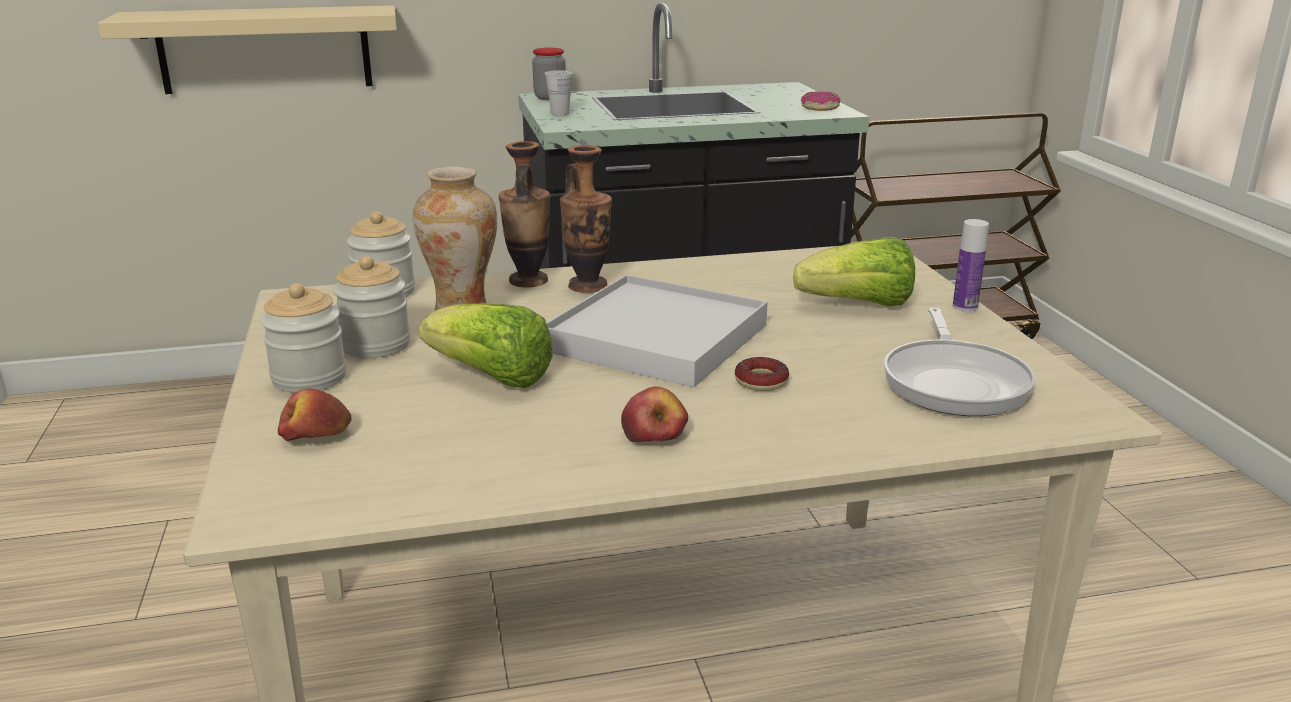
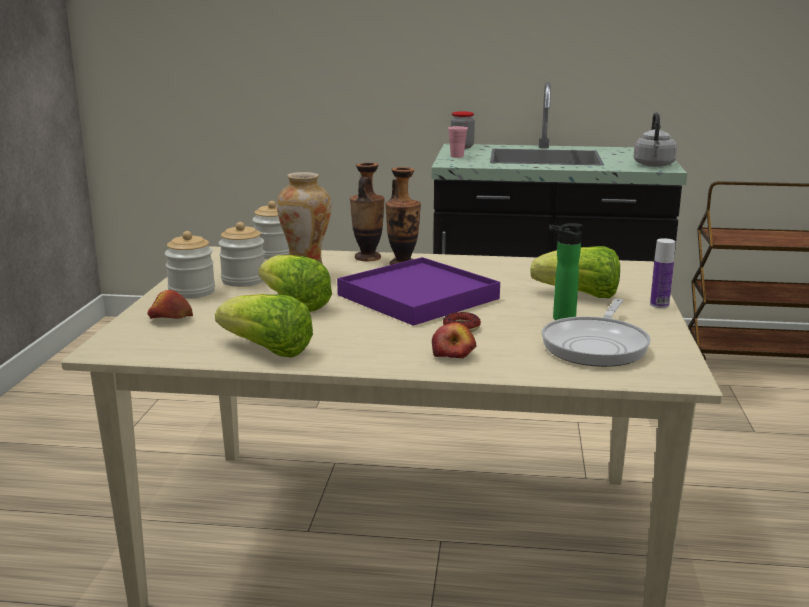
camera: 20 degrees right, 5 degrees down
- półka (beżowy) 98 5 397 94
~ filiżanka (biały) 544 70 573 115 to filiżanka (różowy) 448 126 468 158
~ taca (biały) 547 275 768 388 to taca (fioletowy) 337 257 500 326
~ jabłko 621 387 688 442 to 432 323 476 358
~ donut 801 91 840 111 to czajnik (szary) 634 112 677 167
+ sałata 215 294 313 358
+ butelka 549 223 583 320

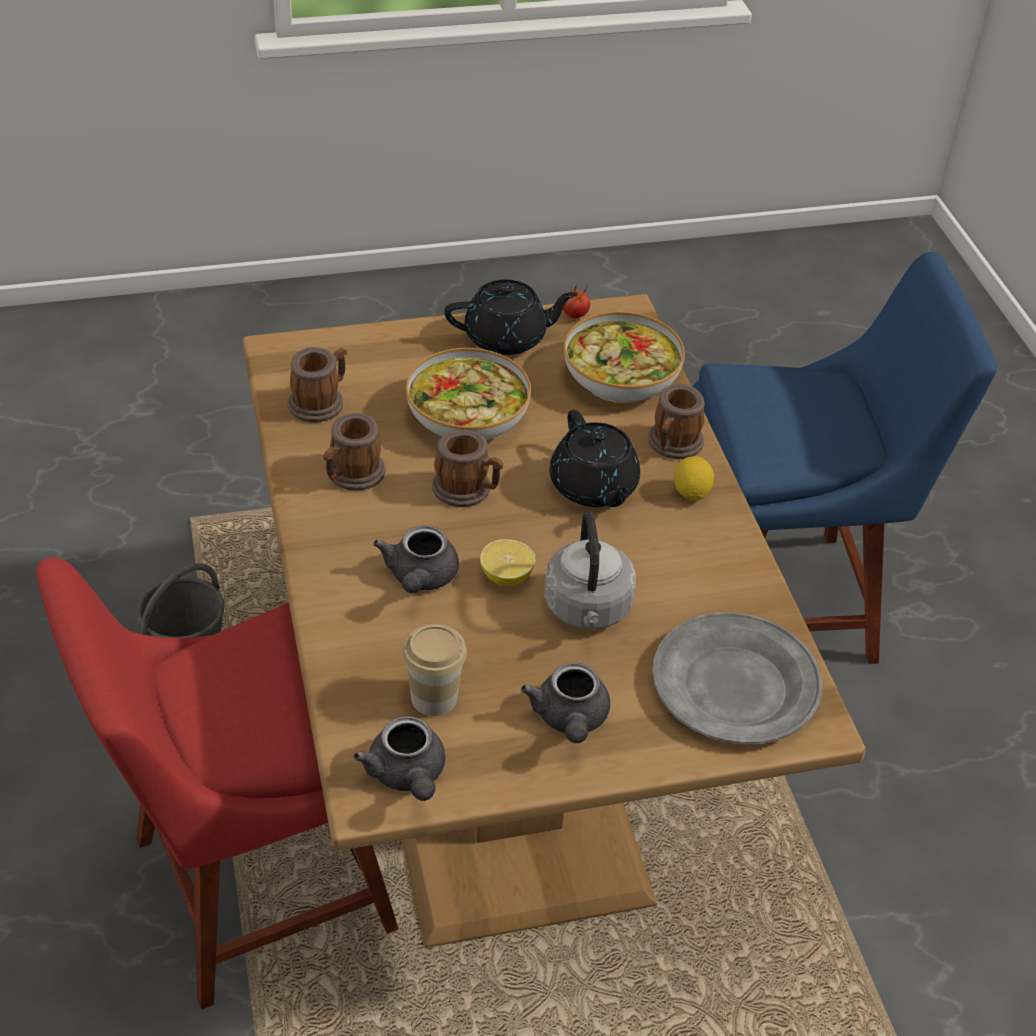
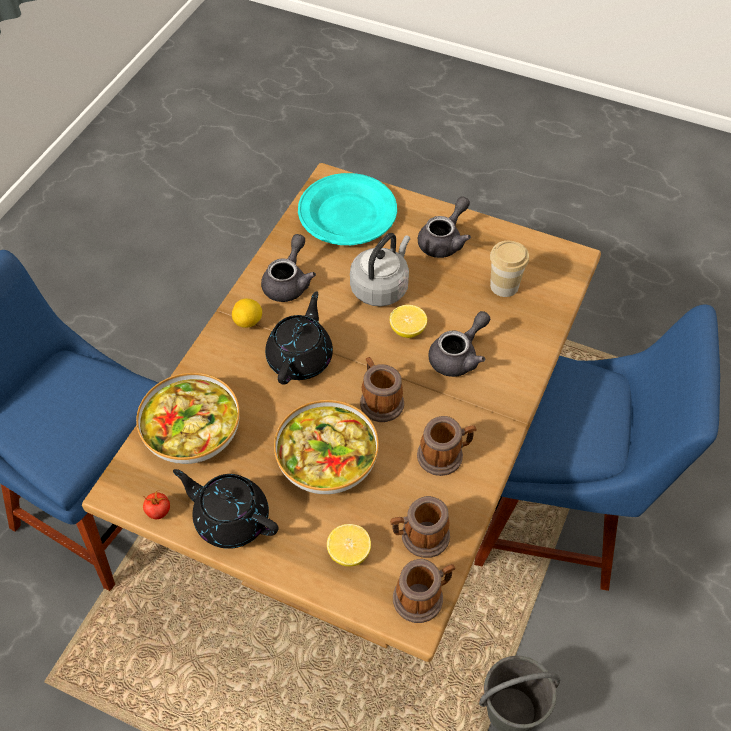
camera: 140 degrees left, 10 degrees up
~ krzesło (czerwony) 36 557 399 1010 to krzesło (niebieski) 474 304 720 591
~ imbryk (szary) 354 716 445 801 to 261 234 316 302
~ kubek 648 384 705 459 to 393 559 455 623
~ talerz (szary) 652 612 822 745 to talerz (turkusowy) 298 173 397 245
+ cytryna 327 524 371 566

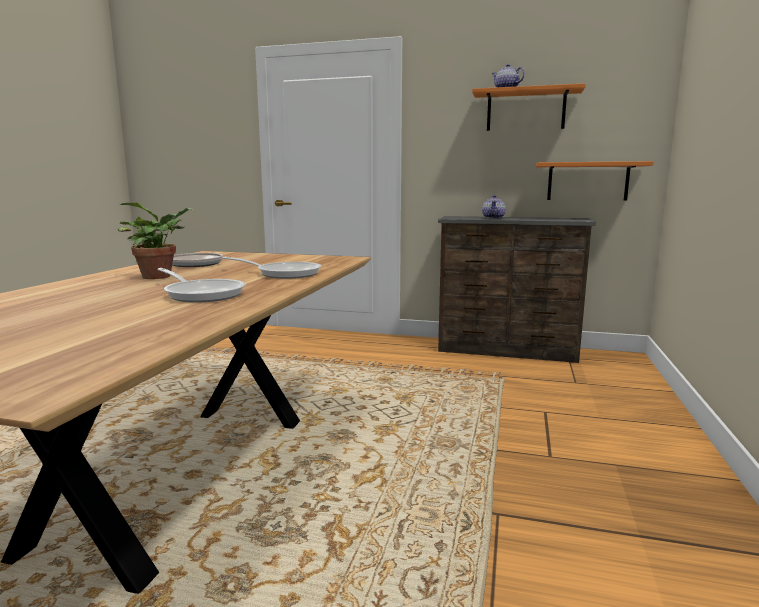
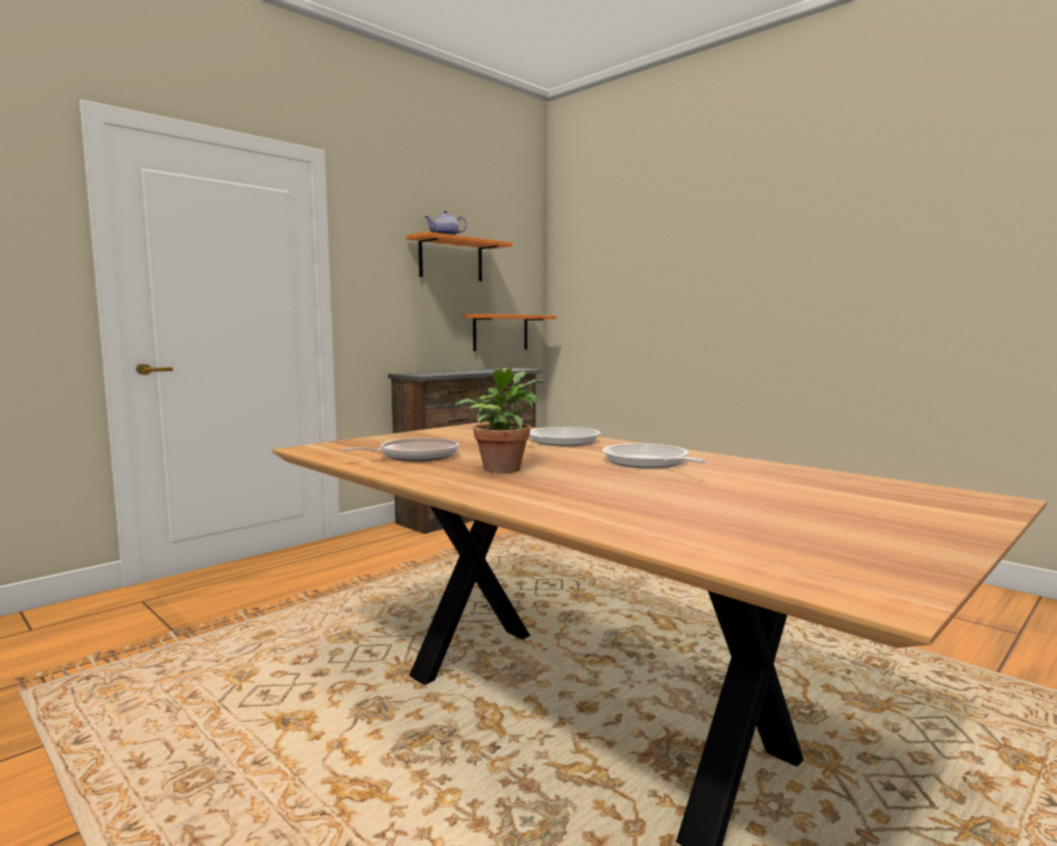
camera: 60 degrees left, 5 degrees down
~ patelnia 157 268 246 303 = 602 443 707 469 90 degrees counterclockwise
- imbryk 482 195 506 219

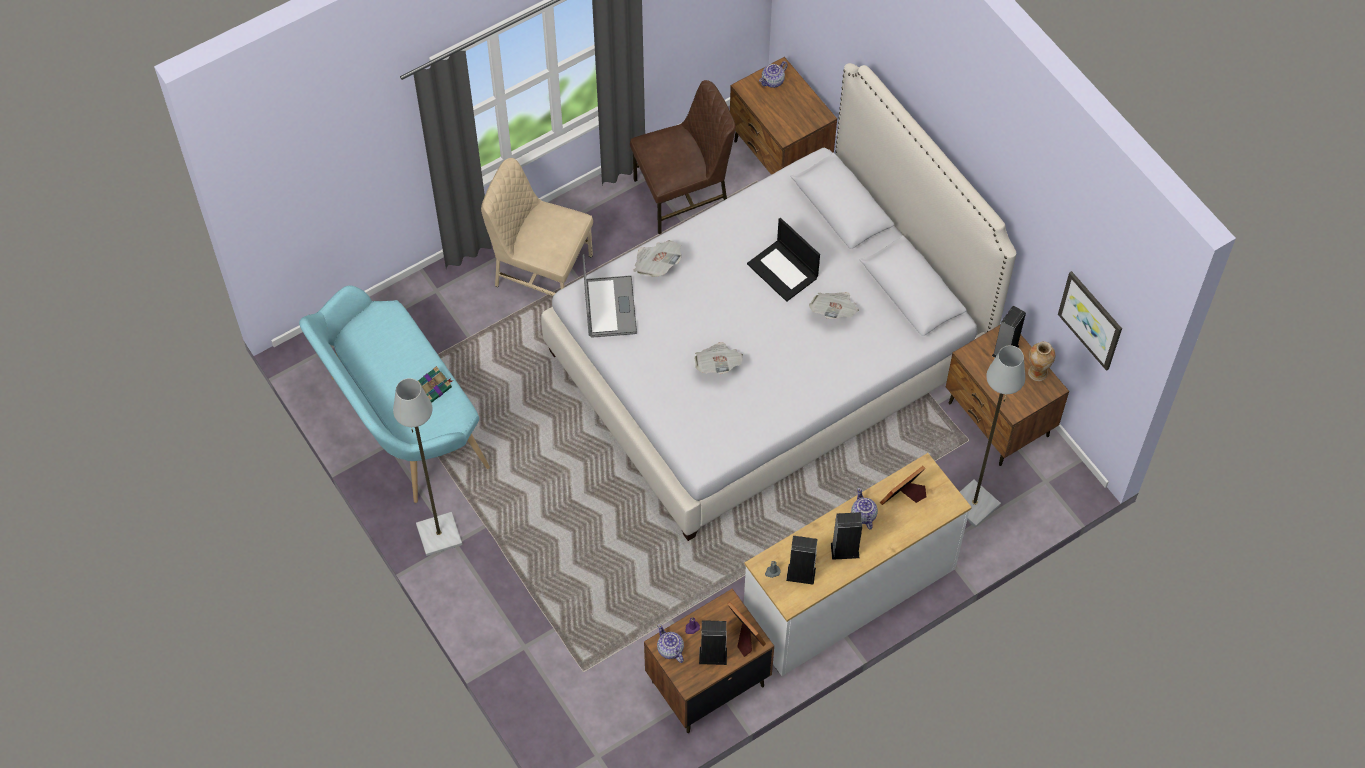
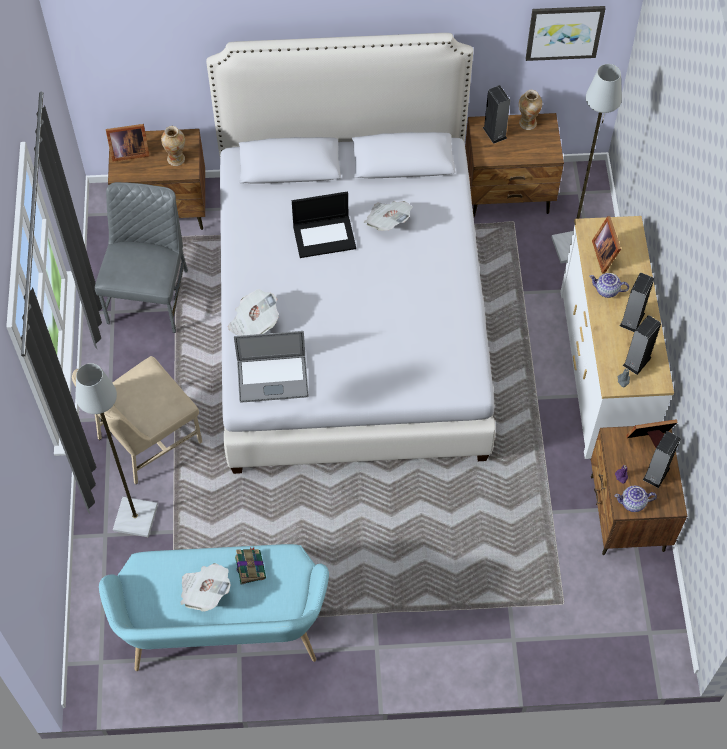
camera: 60 degrees left, 0 degrees up
~ lampa stojąca (szary) 393 378 462 556 to 76 363 158 537
~ laptop 582 254 637 338 = 234 331 309 403 150 degrees clockwise
~ krzesło (brązowy) 630 80 735 234 to krzesło (szary) 95 182 188 333
~ gazeta 694 342 743 374 to 180 563 231 612
~ imbryk 759 61 788 88 to ramka na zdjęcie 106 124 150 162
+ wazon 161 126 185 166

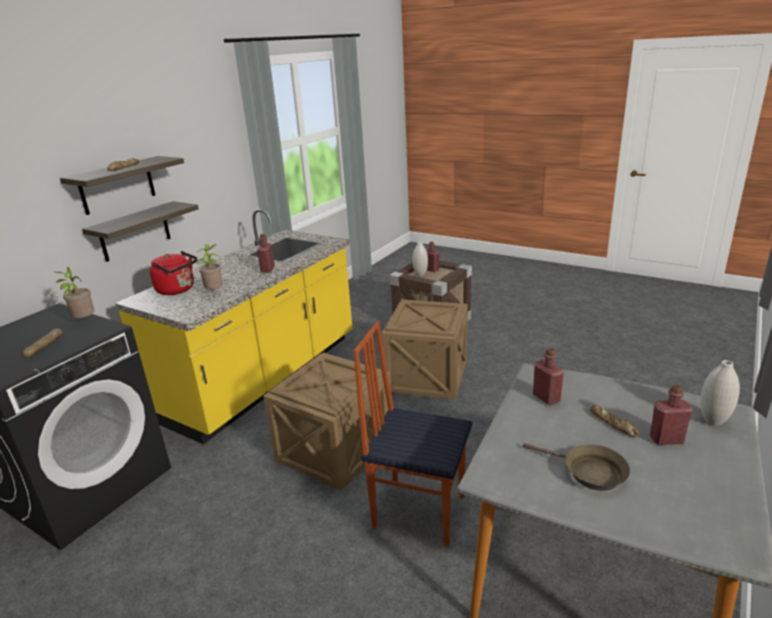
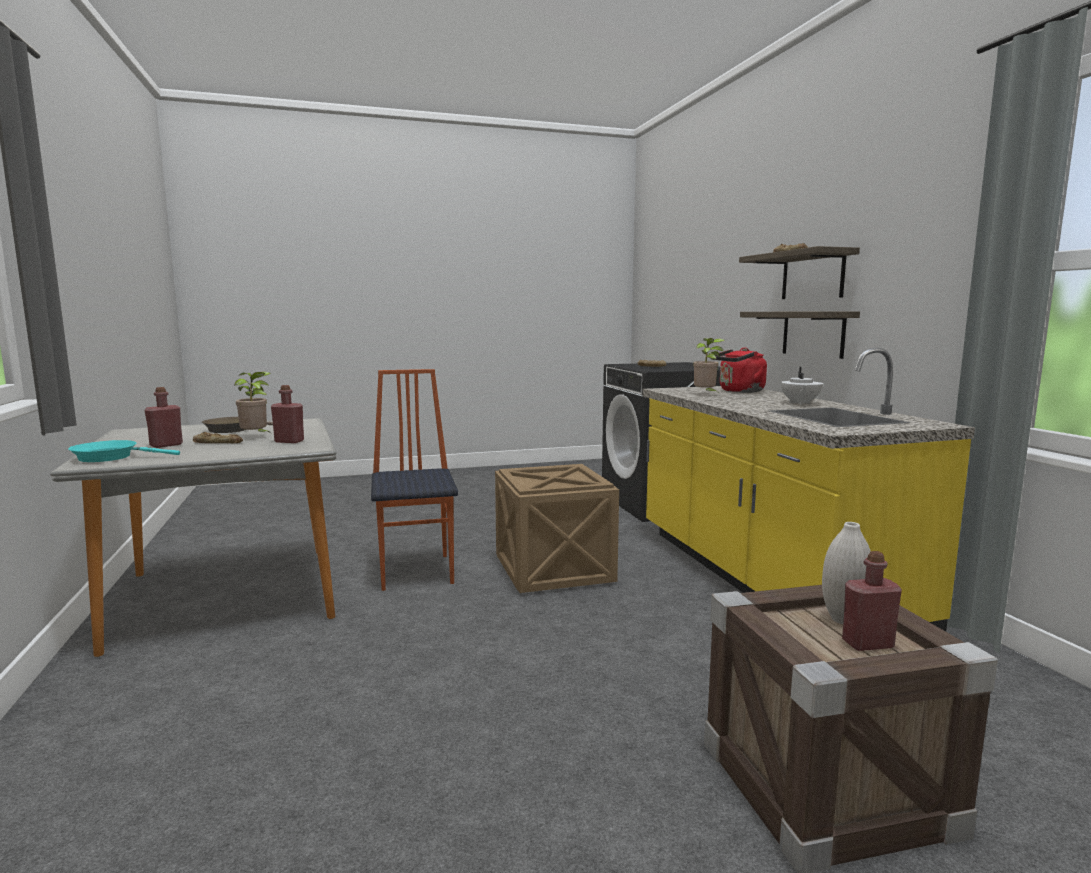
camera: 130 degrees right, 15 degrees down
~ roślina doniczkowa 56 267 94 321 to 235 372 271 432
- butelka (czerwony) 257 234 275 273
~ krzesło 354 322 472 547 = 371 369 458 591 75 degrees counterclockwise
- skrzynka 382 300 468 400
~ wazon (biały) 700 360 740 426 to patelnia (turkusowy) 68 440 180 462
+ imbryk (biały) 781 367 823 405

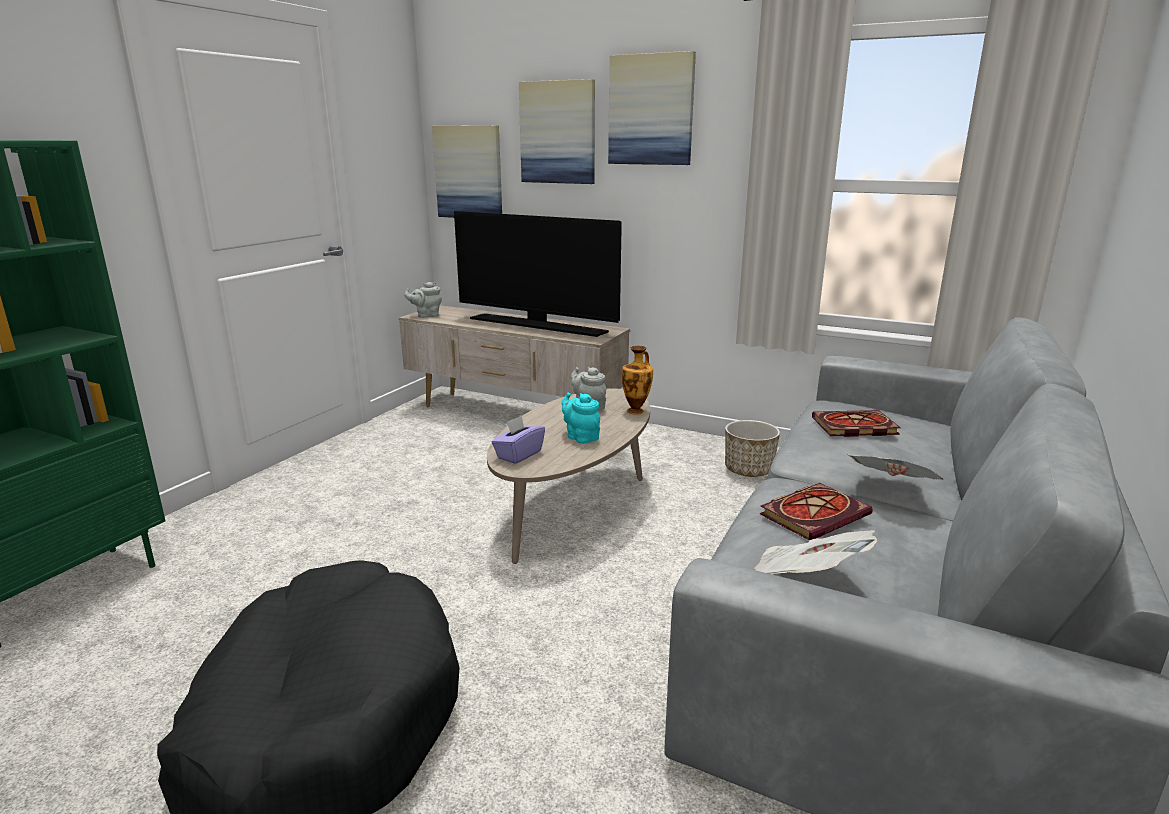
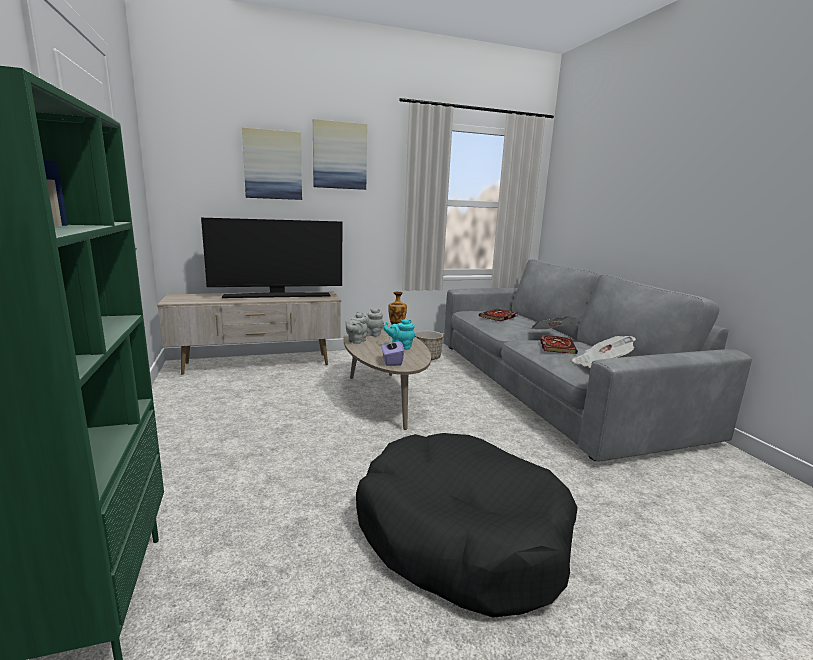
camera: 45 degrees left, 5 degrees down
~ imbryk (szary) 404 282 442 318 to 346 312 367 344
- obraz 432 125 502 218

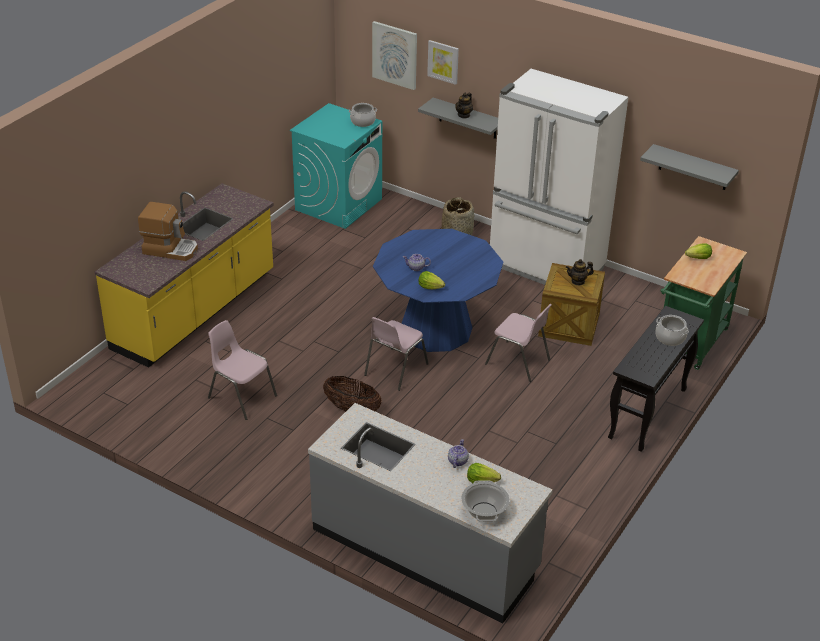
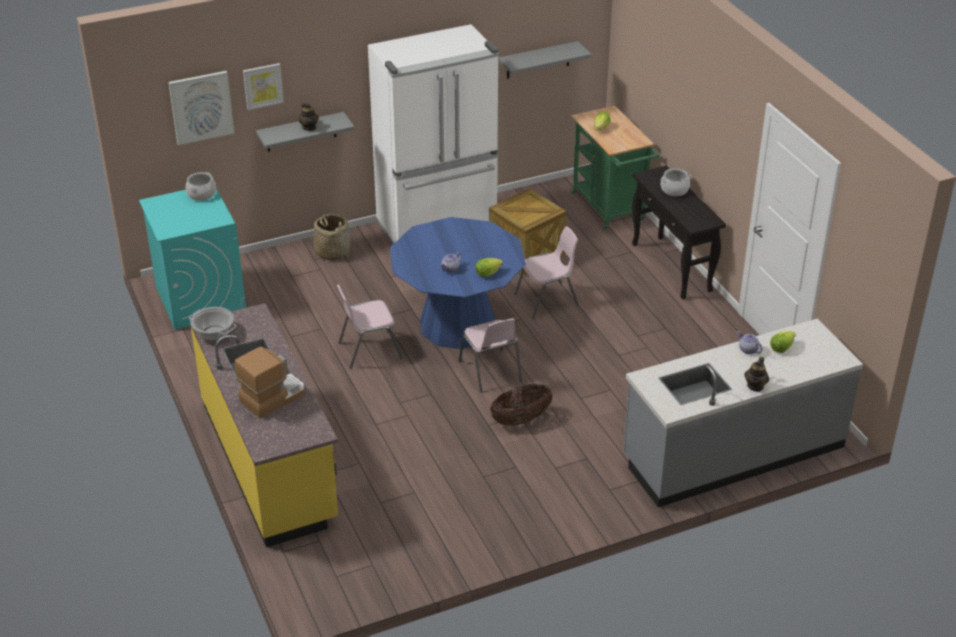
camera: 55 degrees left, 0 degrees up
~ krzesło (różowy) 208 320 277 420 to 337 284 403 369
~ garnek 461 481 509 522 to 189 307 236 340
~ imbryk 566 259 594 285 to 744 357 769 392

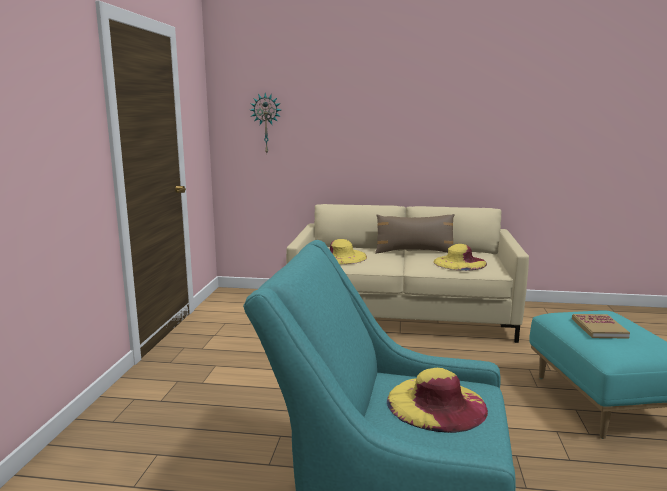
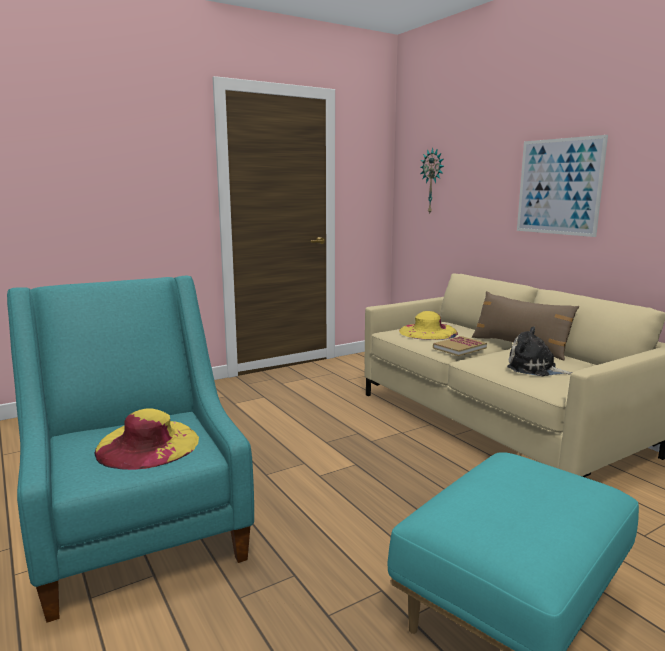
camera: 50 degrees right, 0 degrees up
~ kapelusz (żółty) 433 244 487 271 to pluszak 507 327 573 376
~ książka 572 314 630 339 to 433 336 487 356
+ obraz 517 135 608 237

